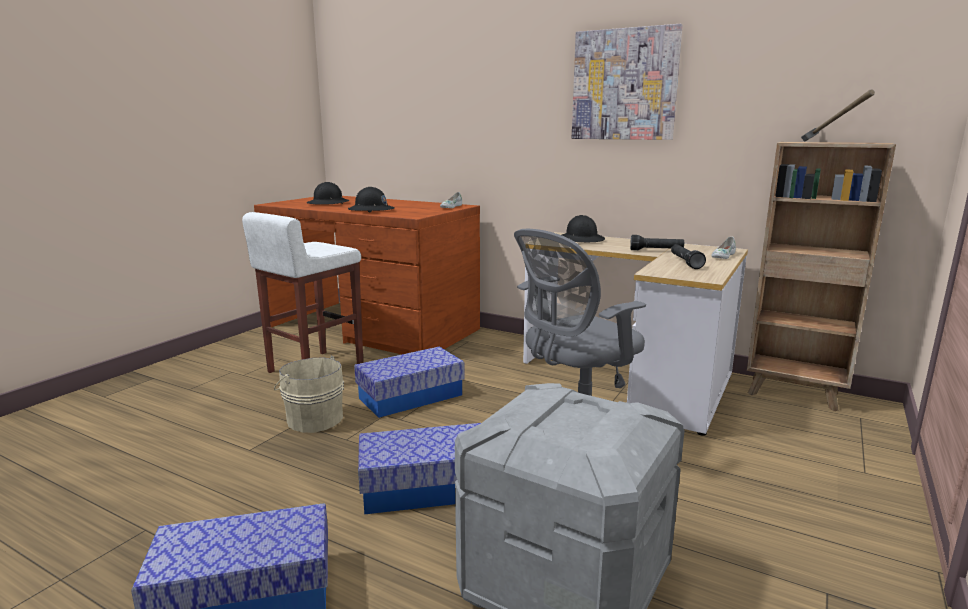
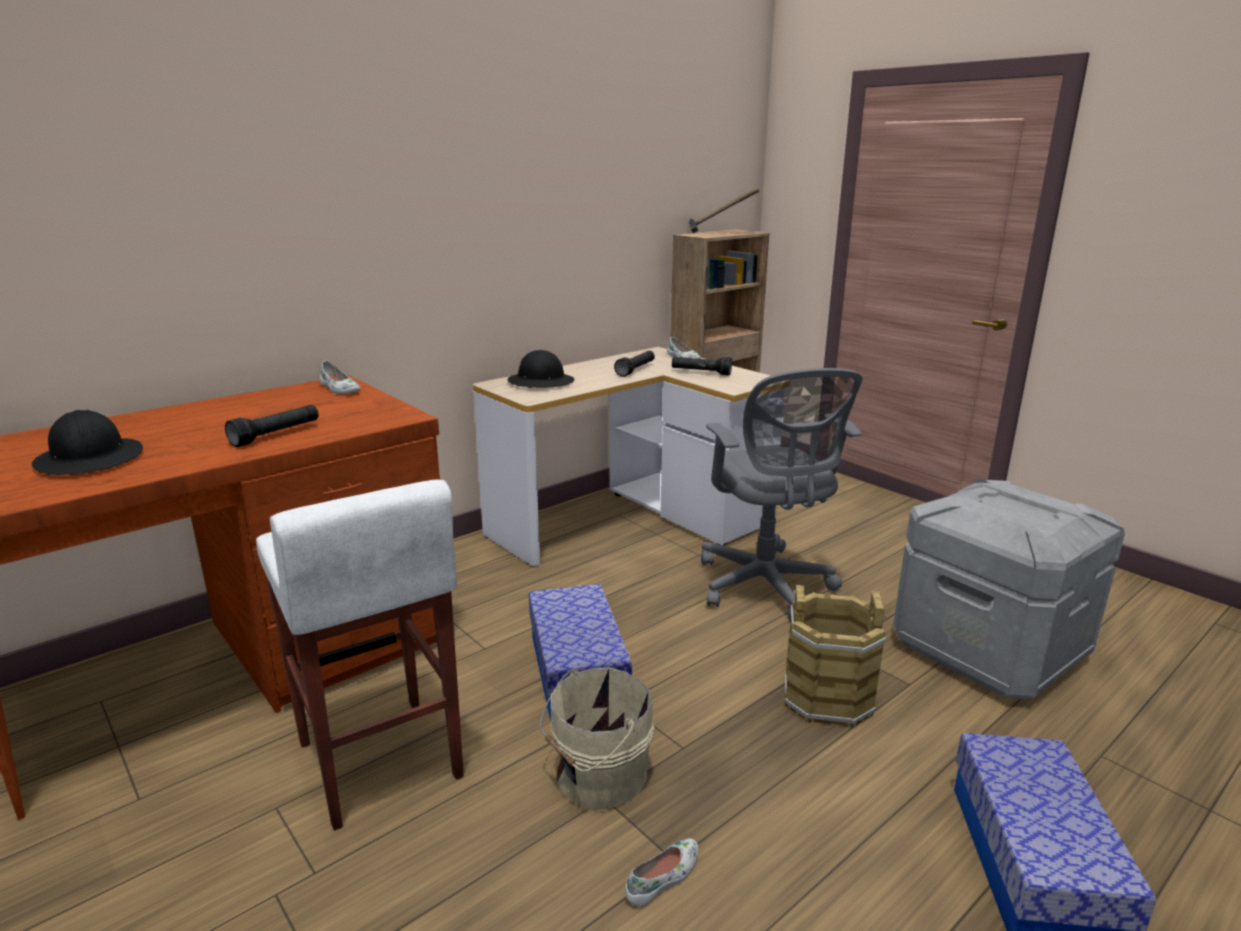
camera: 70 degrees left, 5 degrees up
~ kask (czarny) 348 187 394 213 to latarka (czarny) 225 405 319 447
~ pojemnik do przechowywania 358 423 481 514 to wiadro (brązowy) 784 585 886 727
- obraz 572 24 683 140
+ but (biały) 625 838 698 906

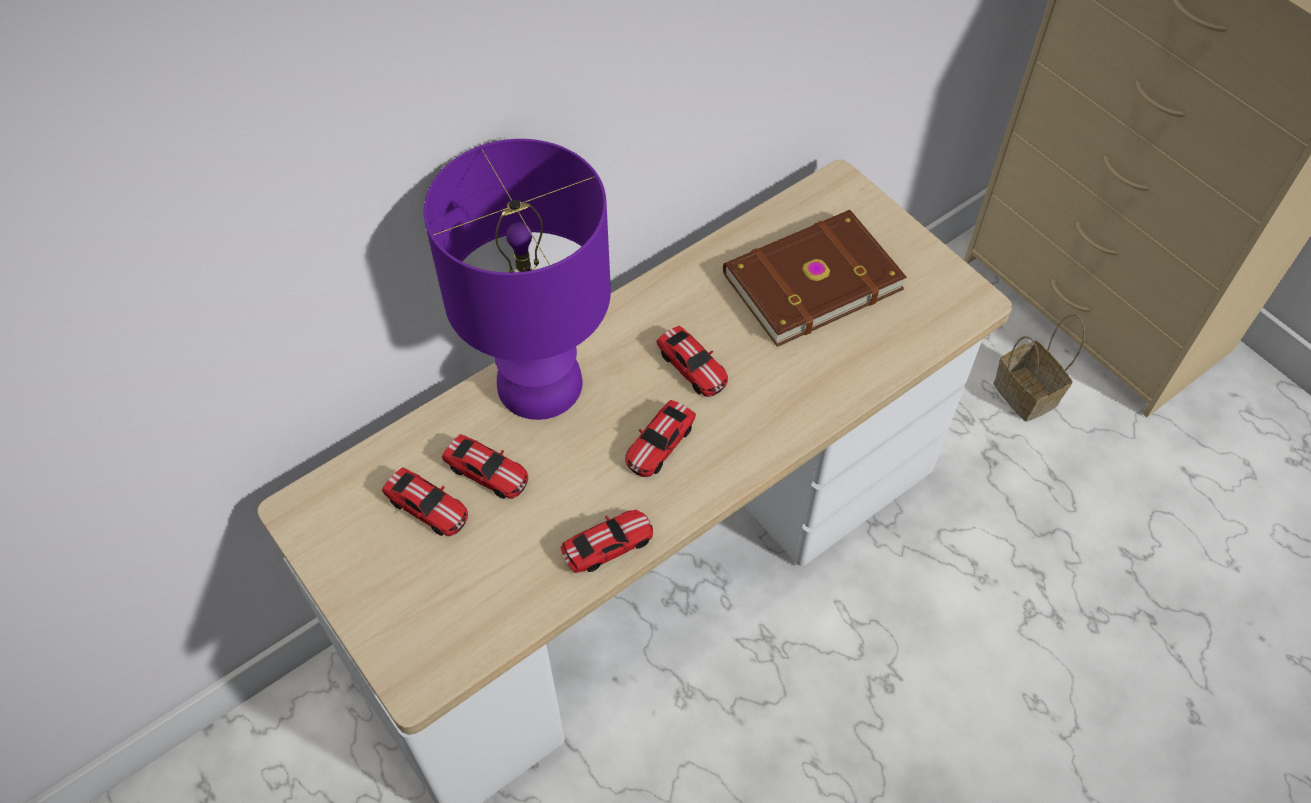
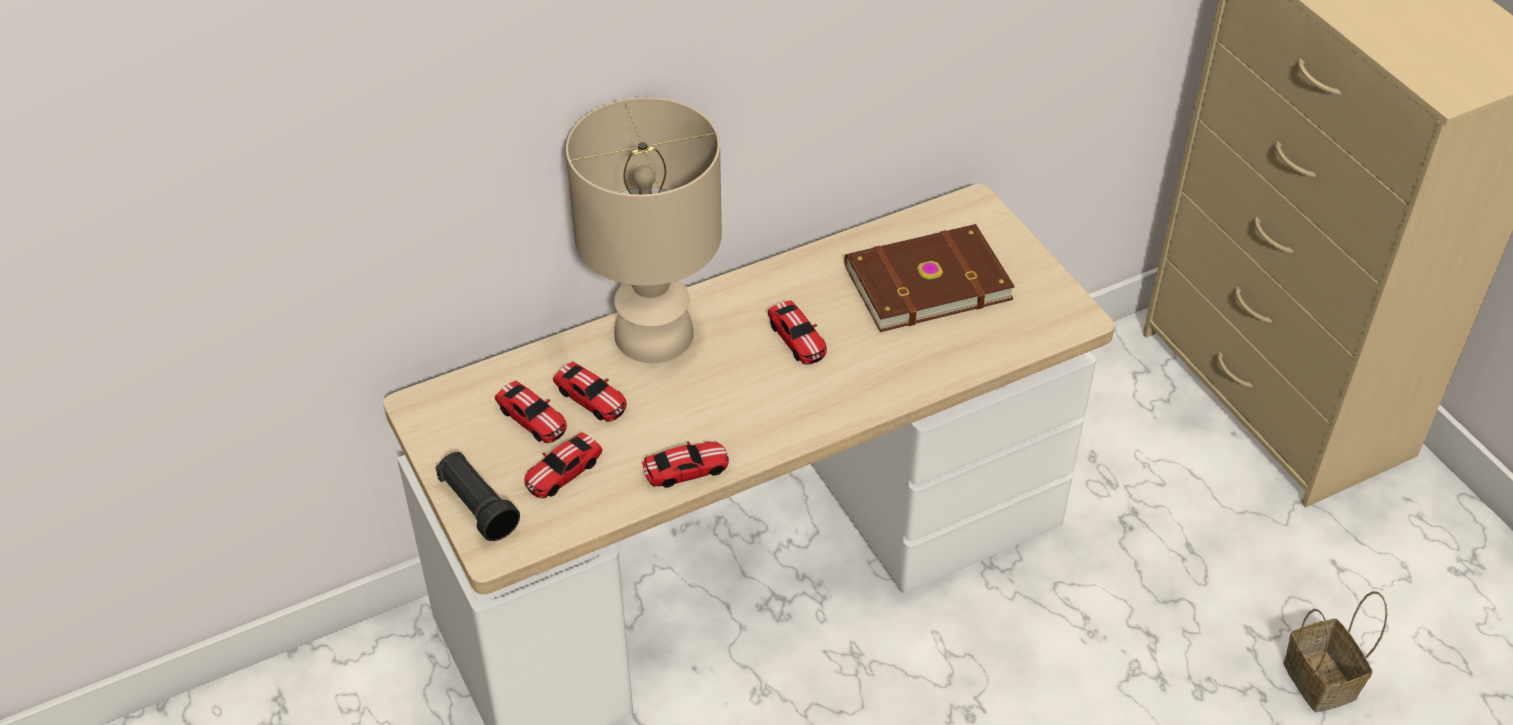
camera: 10 degrees right, 10 degrees down
~ lampa stołowa (fioletowy) 424 139 611 420 to lampa stołowa (beżowy) 566 97 722 363
~ samochodzik 625 400 696 477 to 524 432 603 498
~ koszyk 993 314 1085 422 to 1283 591 1388 712
+ latarka (czarny) 435 452 520 541

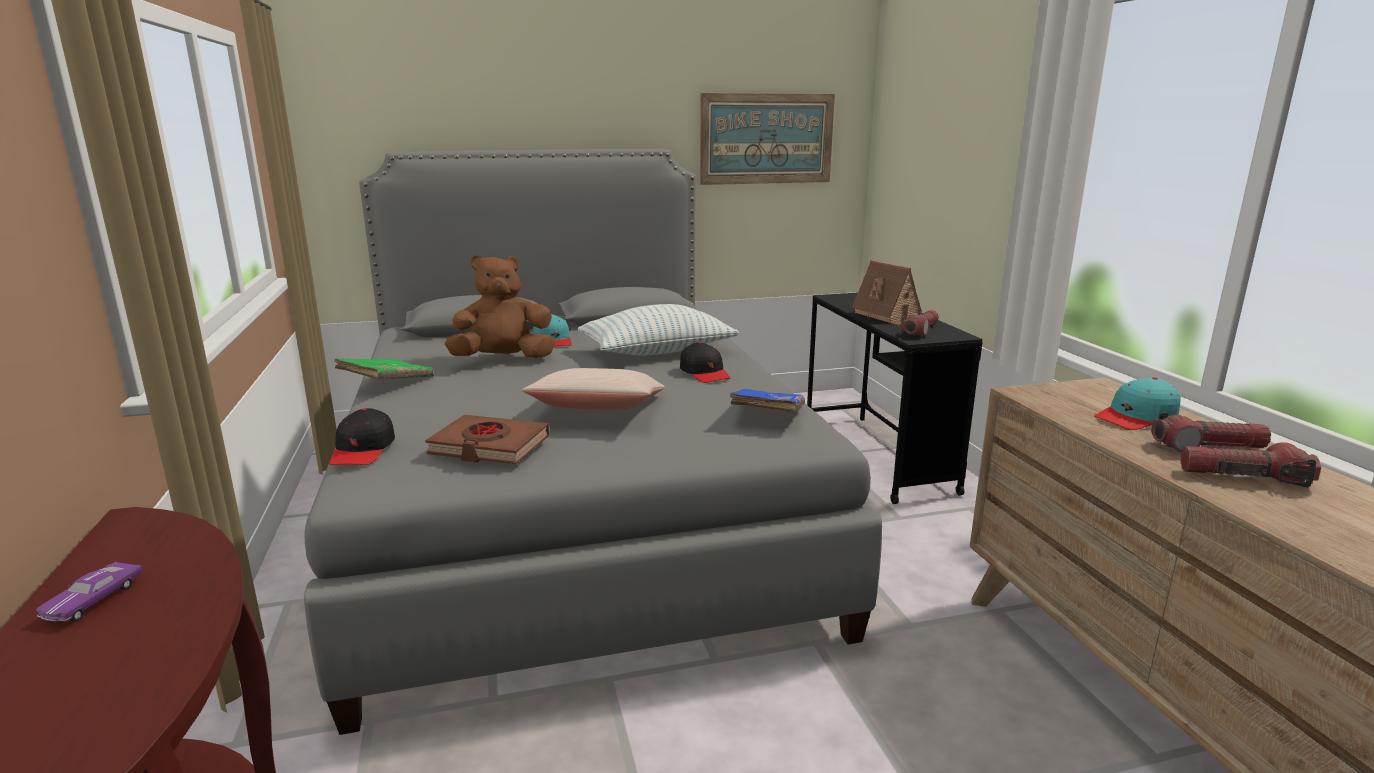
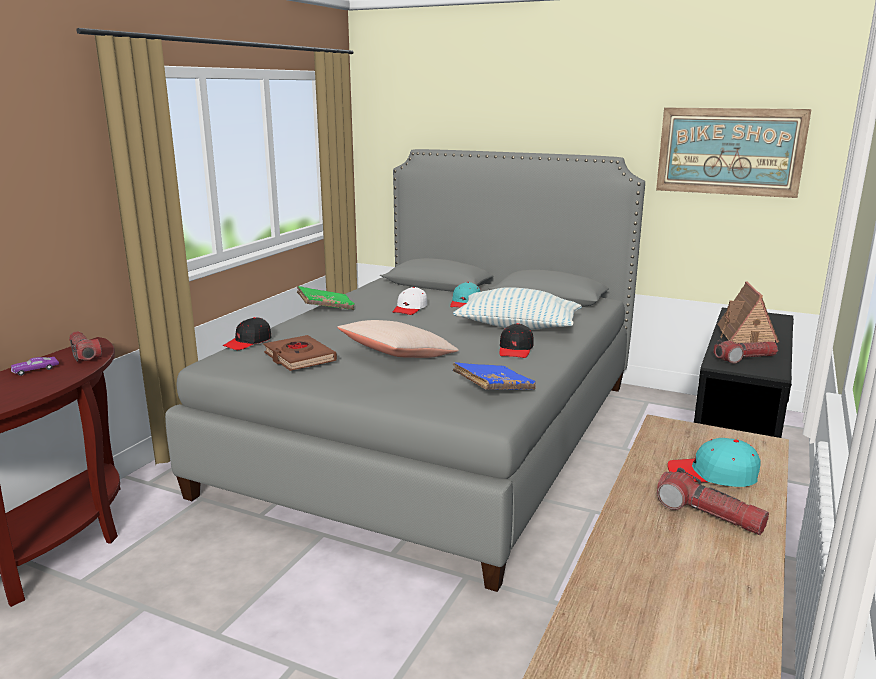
camera: 40 degrees right, 0 degrees up
~ pluszak (brązowy) 445 255 555 358 to czapka z daszkiem (biały) 393 287 427 315
~ latarka 1180 442 1321 487 to 69 331 102 362

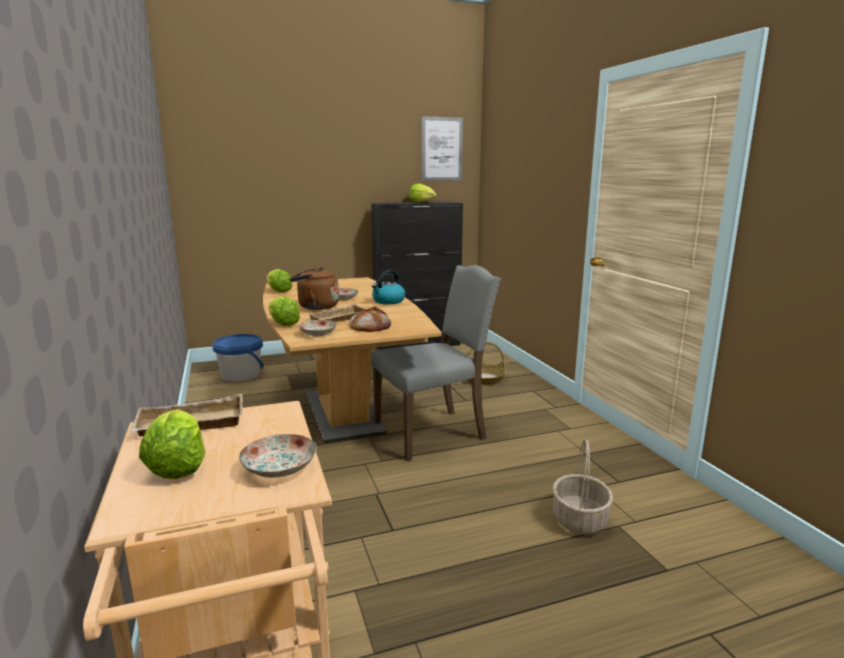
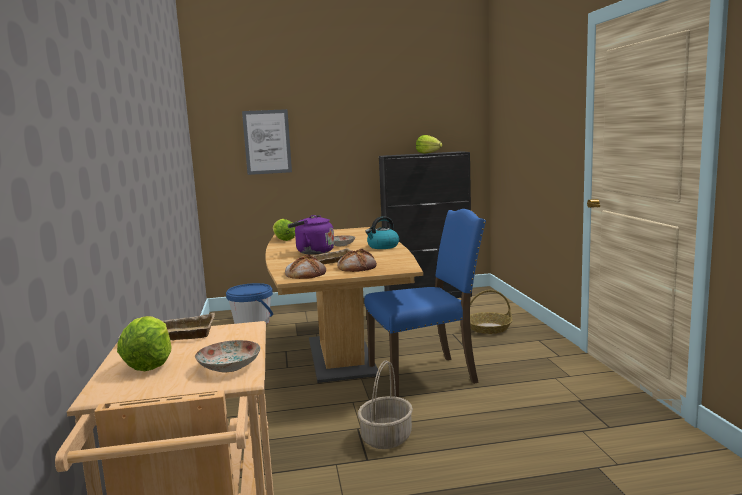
camera: 10 degrees right, 5 degrees down
- sałata 268 296 300 326
~ czajnik (brązowy) 290 267 339 310 to czajnik (fioletowy) 288 215 334 255
~ talerz 298 320 337 336 to chleb 285 254 326 279
~ krzesło (szary) 371 265 501 461 to krzesło (niebieski) 364 209 486 397
~ obraz 422 116 463 181 to 242 109 292 175
~ koszyk 552 439 613 535 to 358 361 413 449

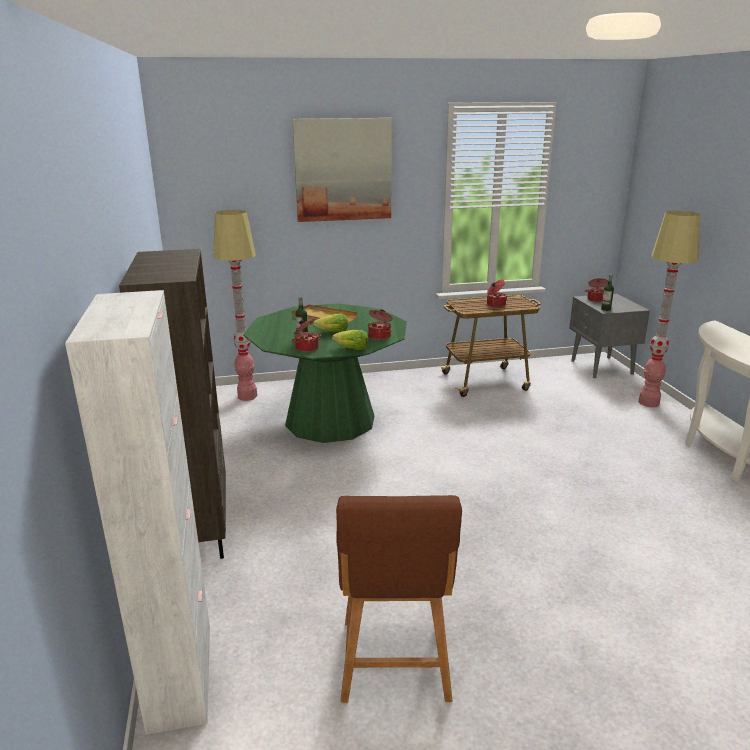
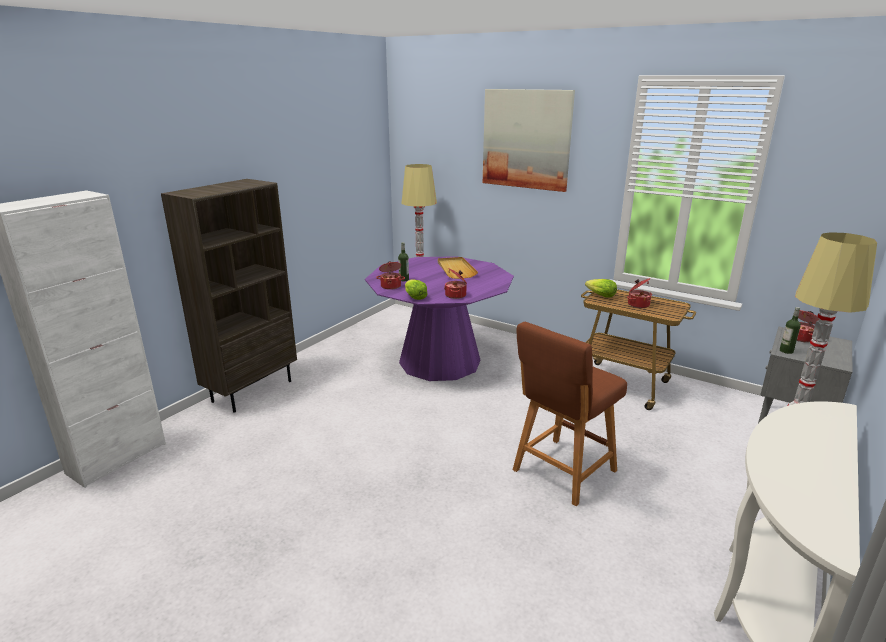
camera: 45 degrees right, 0 degrees up
~ stół jadalny (zielony) 243 304 407 443 to stół jadalny (fioletowy) 365 256 514 381
~ sałata 313 313 348 332 to 585 279 617 298
~ stołek (brązowy) 336 495 462 703 to 513 322 627 506

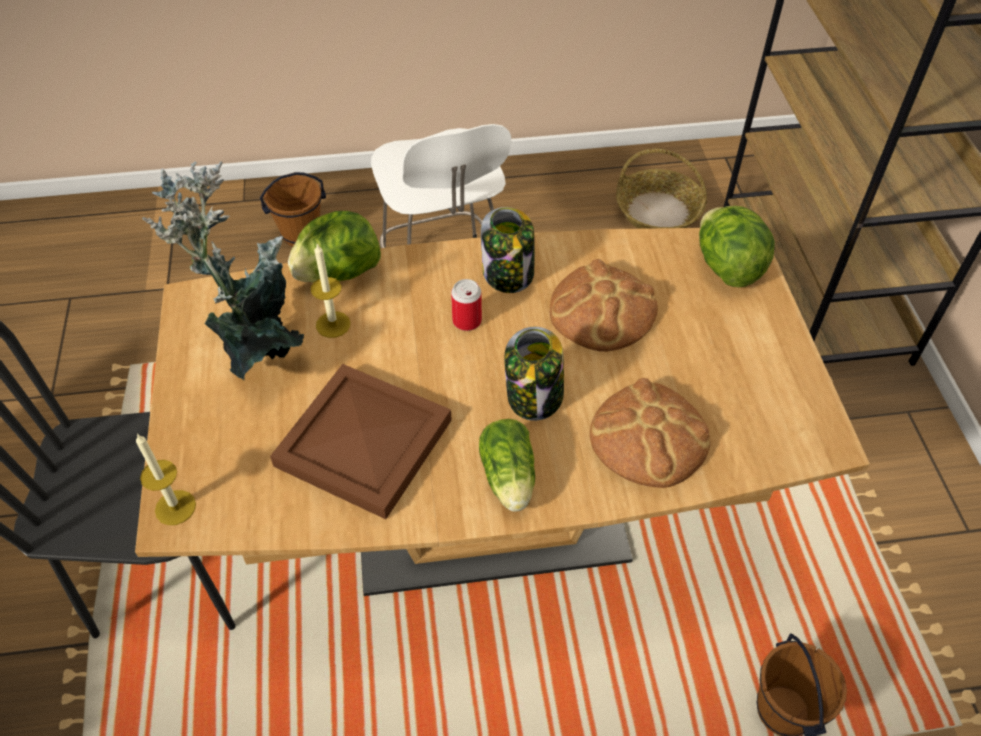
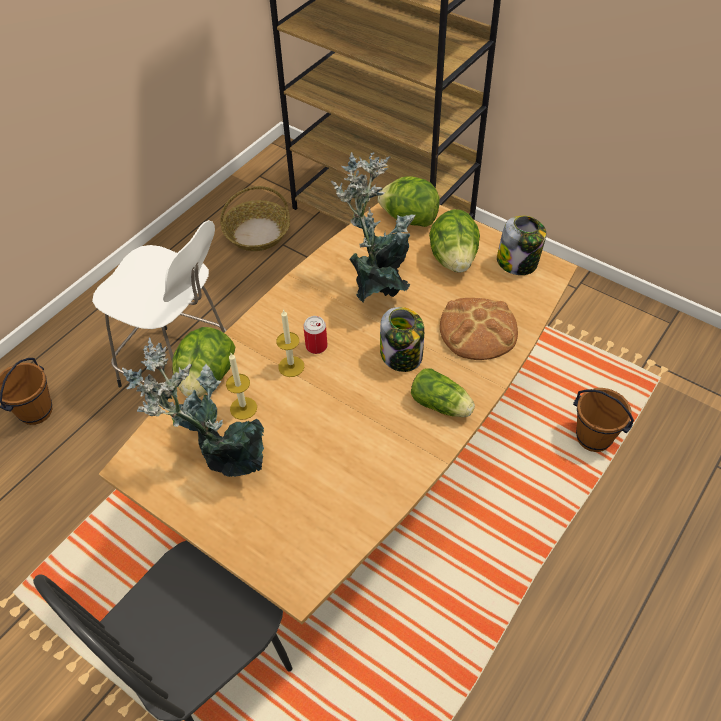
camera: 45 degrees left, 0 degrees up
~ świeca 136 433 196 525 to 276 309 304 377
- taca (brązowy) 270 364 452 519
~ słoik 481 207 535 293 to 497 216 546 275
~ chleb 550 259 657 352 to roślina doniczkowa 331 152 415 303
+ sałata 429 209 480 273

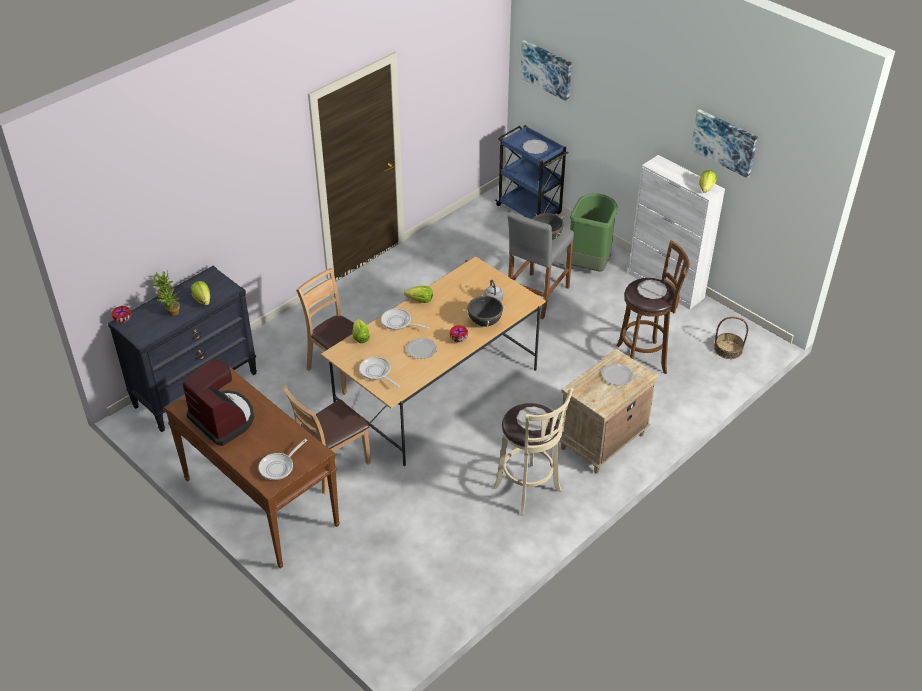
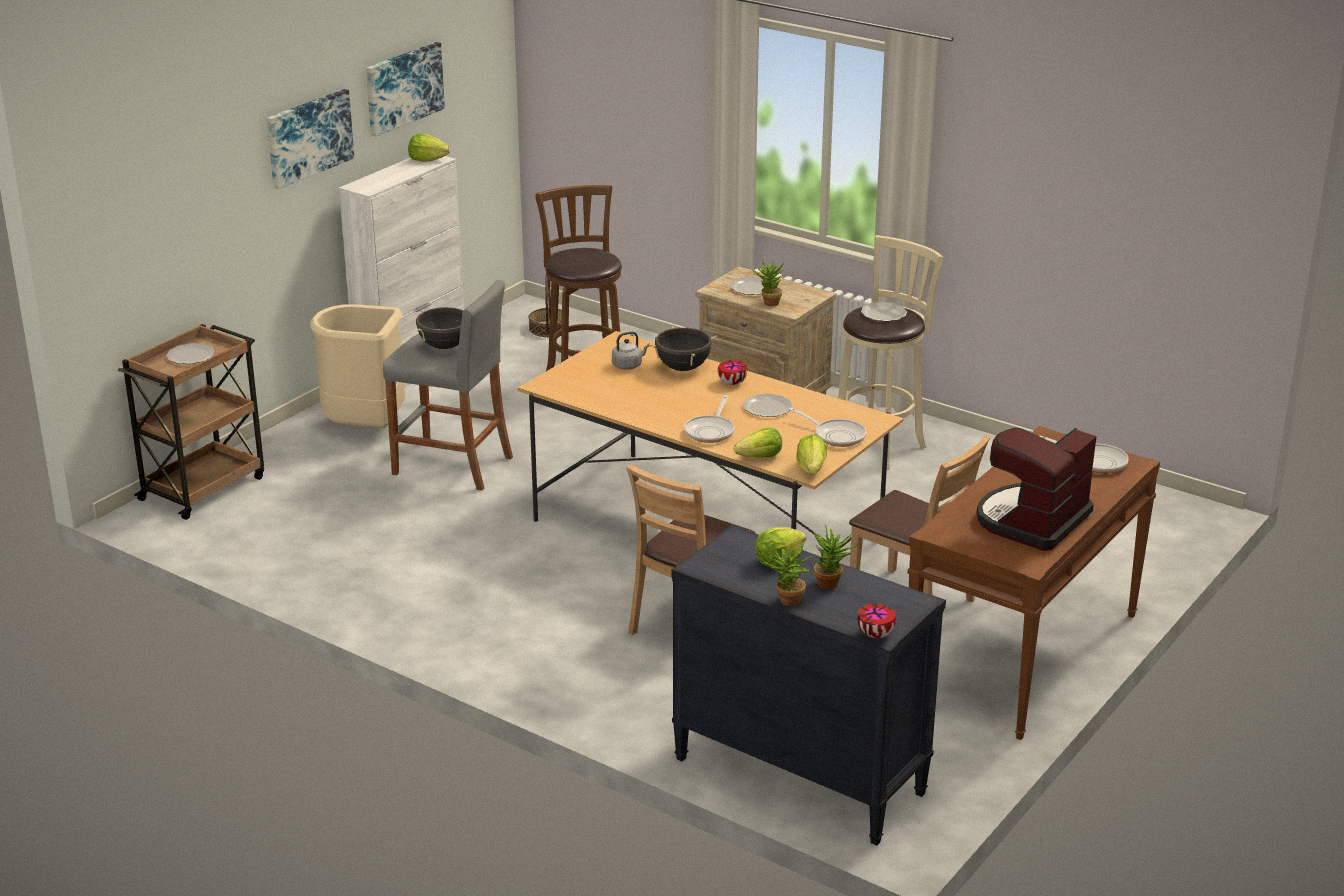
camera: 100 degrees left, 15 degrees down
~ patelnia 359 357 400 387 = 789 408 866 447 90 degrees counterclockwise
~ sałata 404 286 433 303 to 796 435 827 474
~ wózek (niebieski) 495 125 569 219 to wózek (brązowy) 118 324 264 520
~ obraz 520 40 572 101 to 267 89 354 189
~ kosz na śmieci (zielony) 570 193 617 272 to kosz na śmieci (beżowy) 310 304 405 428
- talerz 637 280 667 299
+ roślina doniczkowa 752 260 784 306

